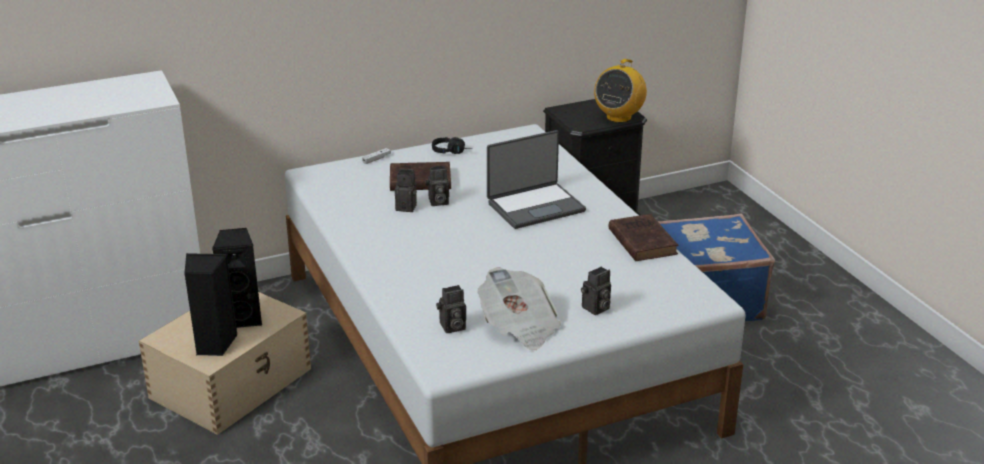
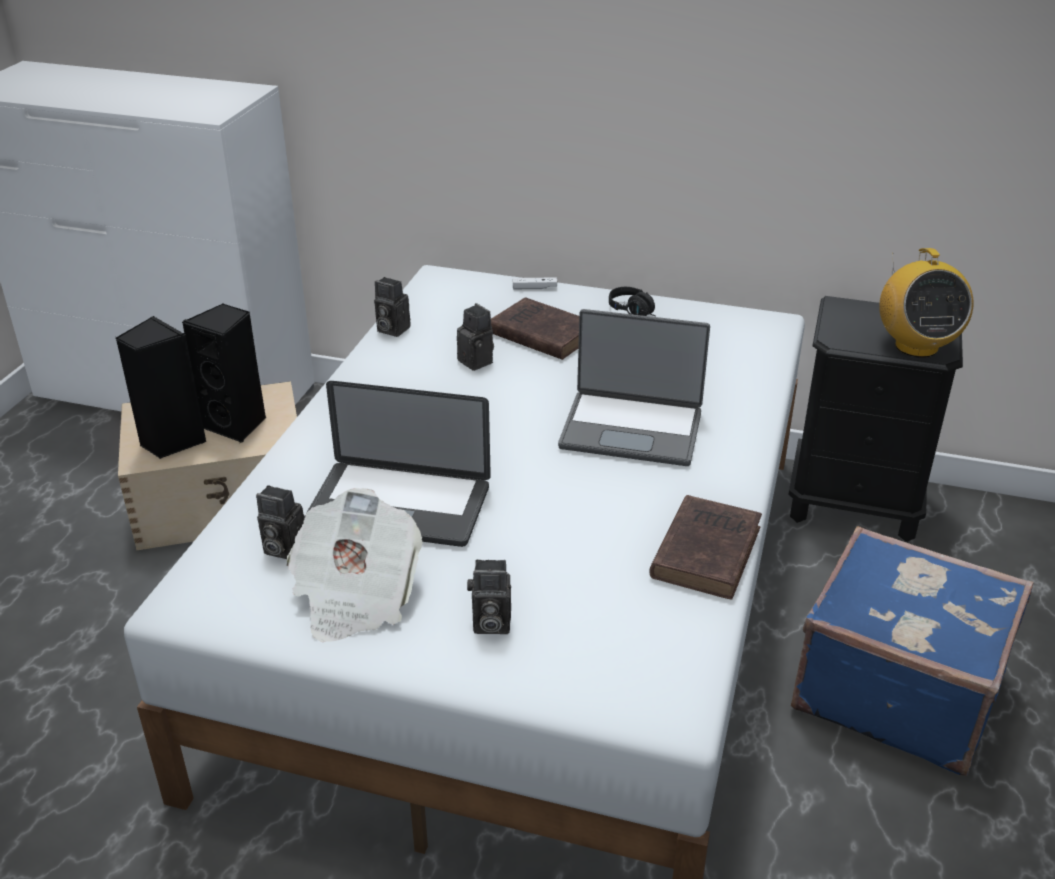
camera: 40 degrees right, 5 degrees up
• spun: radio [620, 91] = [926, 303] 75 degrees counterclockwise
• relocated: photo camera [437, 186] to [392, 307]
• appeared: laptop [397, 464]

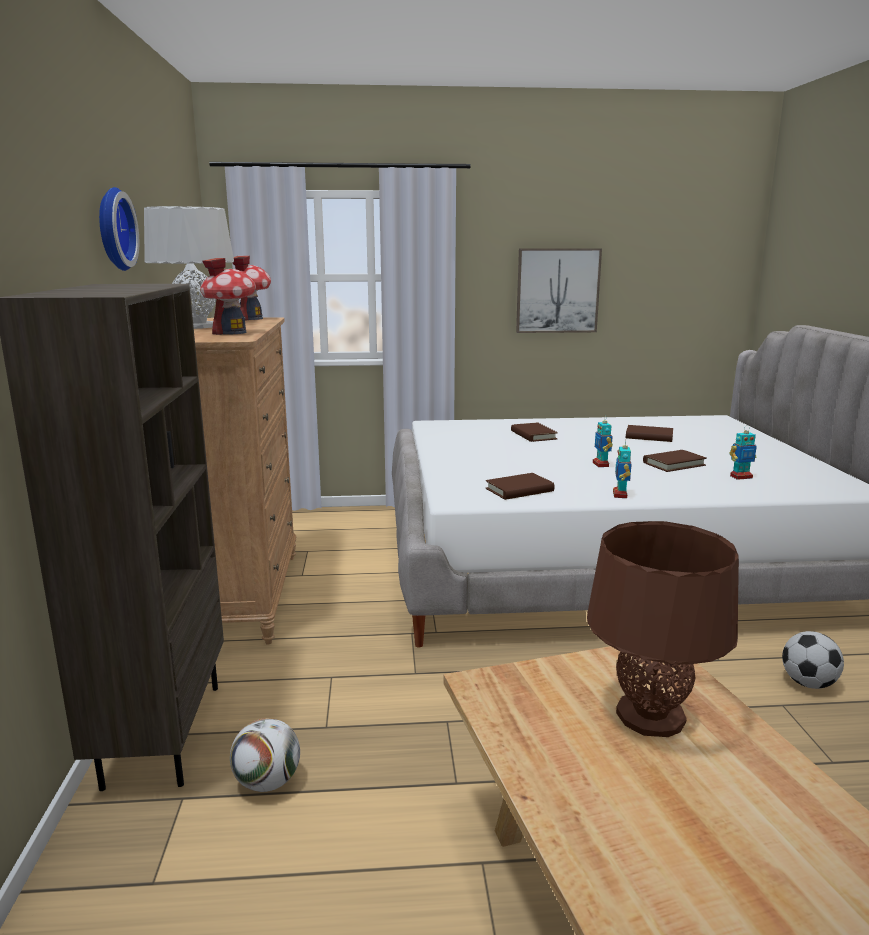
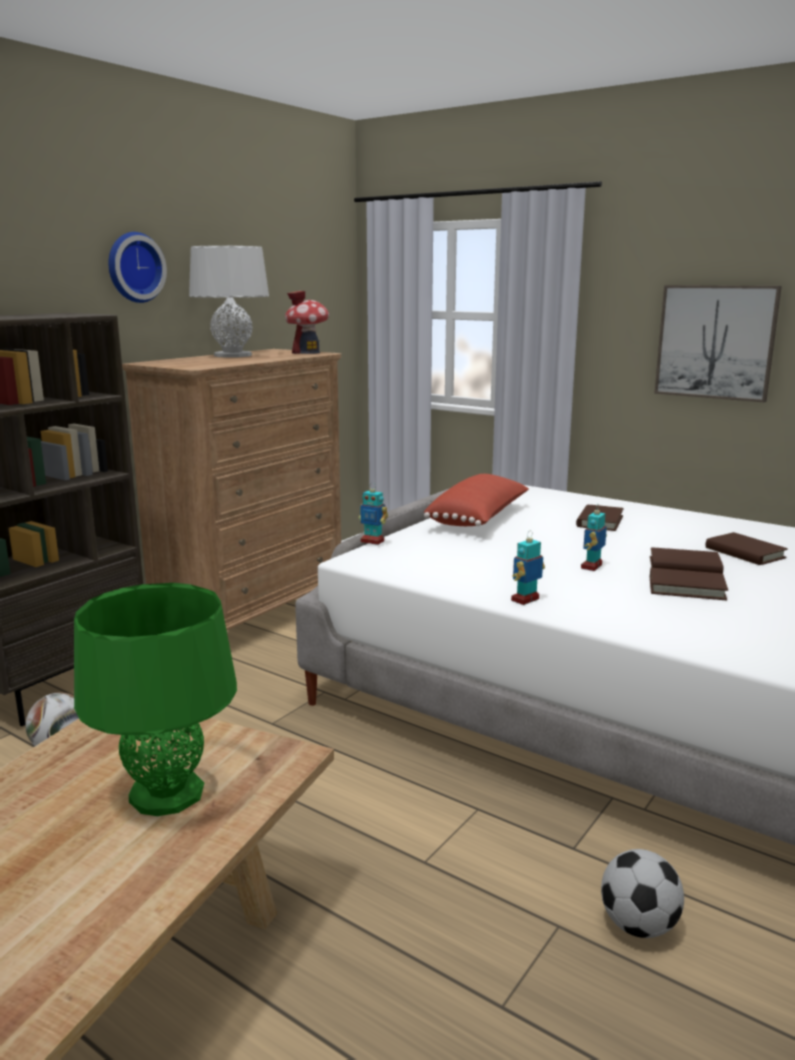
camera: 40 degrees right, 0 degrees up
• missing: toy house [228, 296]
• relocated: toy robot [743, 452] to [373, 515]
• relocated: book/brown [520, 486] to [687, 560]
• colour: table lamp/brown [663, 629] to table lamp/green [155, 699]
• appeared: pillow/red [476, 500]

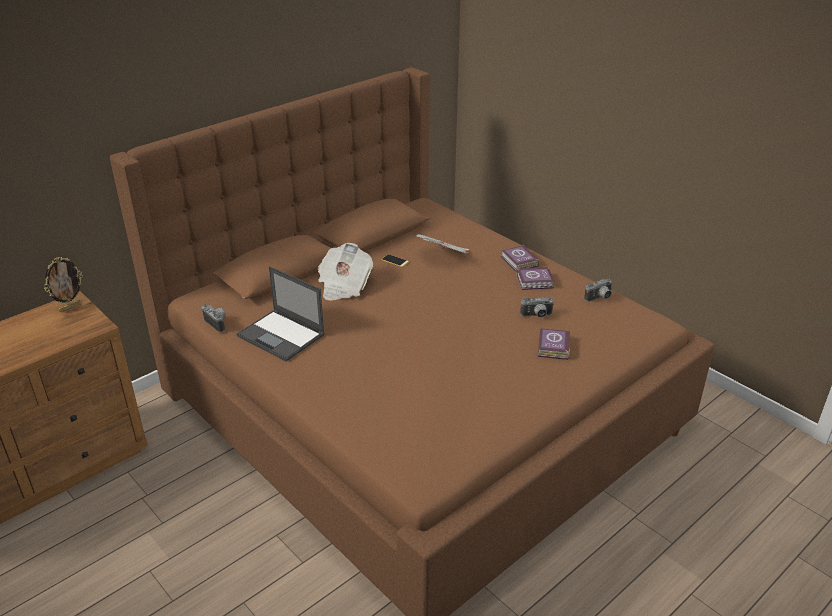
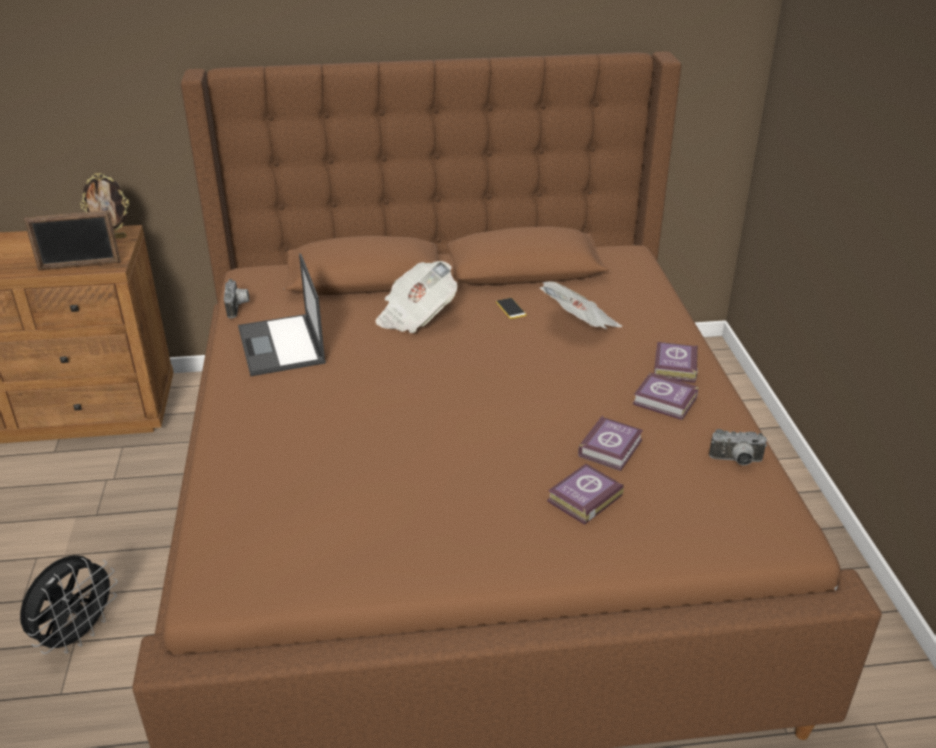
camera: 35 degrees right, 0 degrees up
• exchanged: photo camera [537, 307] to book [610, 443]
• appeared: picture frame [72, 240]
• appeared: fan/black [69, 604]

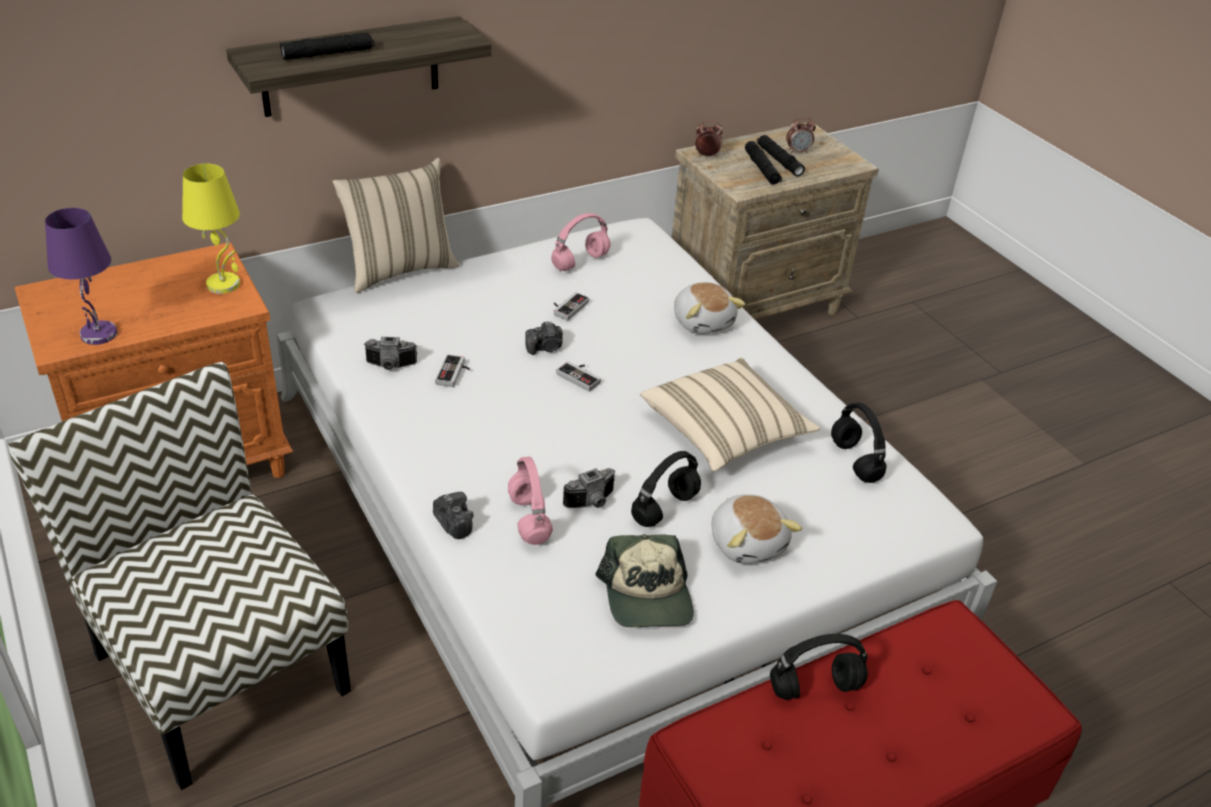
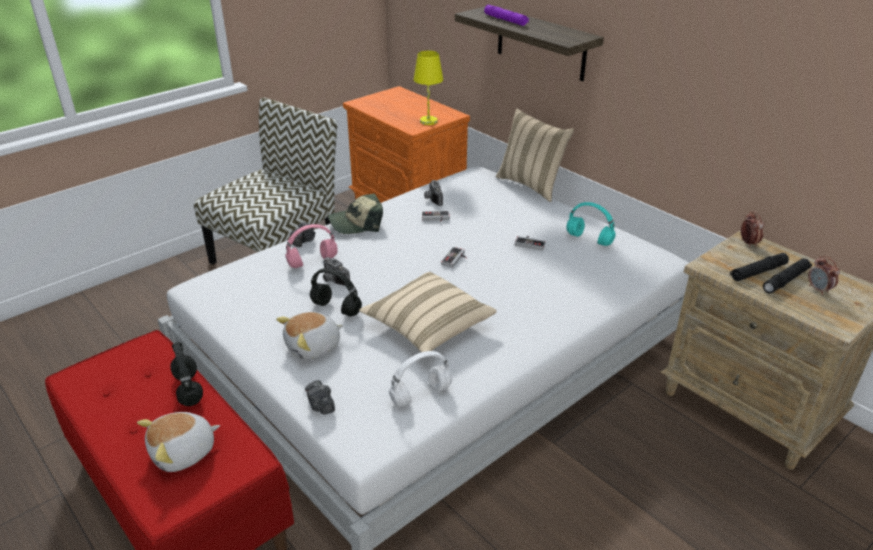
camera: 80 degrees right, 5 degrees down
• colour: flashlight/black [327, 46] to flashlight/purple [506, 15]
• missing: table lamp/purple [81, 276]
• colour: headphones/pink [580, 242] to headphones/turquoise [591, 224]
• relocated: plush toy [709, 308] to [178, 442]
• relocated: photo camera [544, 338] to [320, 397]
• colour: headphones/black [859, 443] to headphones/white [420, 379]
• relocated: cap [644, 580] to [355, 214]

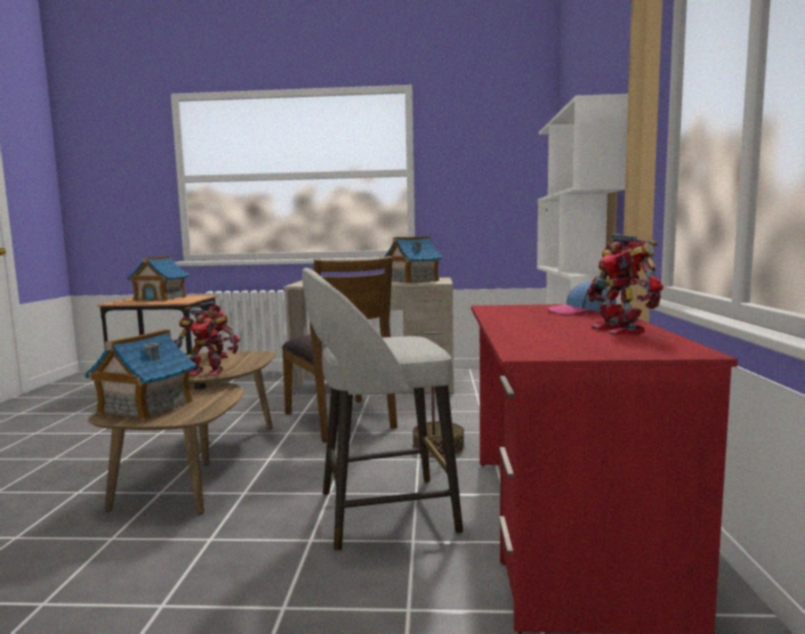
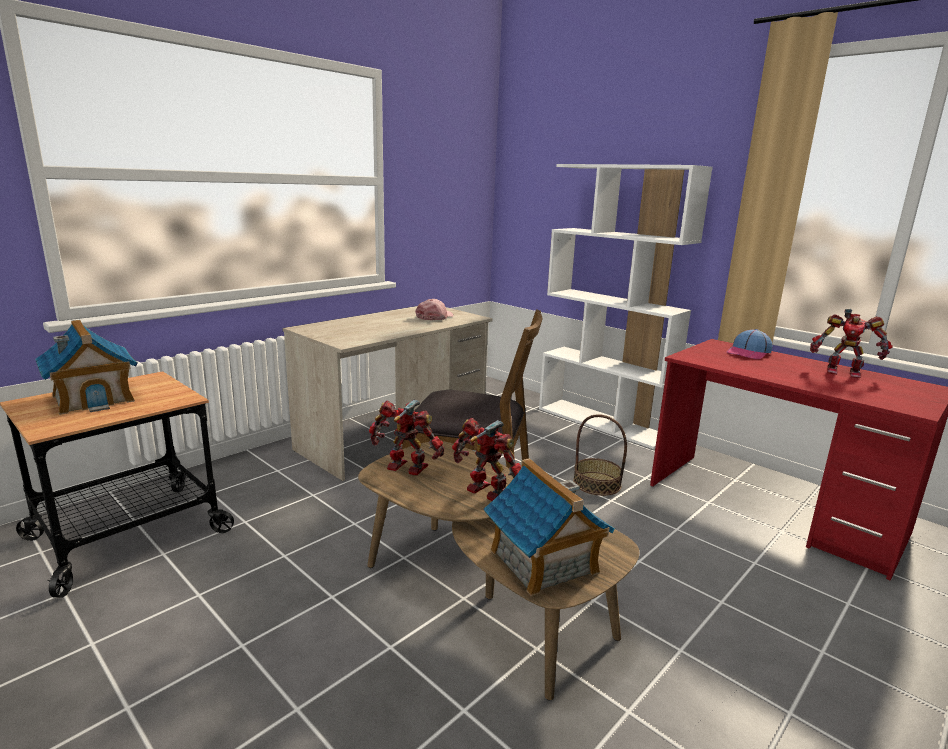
camera: 50 degrees left, 10 degrees up
• exchanged: toy house [413, 259] to cap/pink [434, 309]
• missing: stool/grey [382, 409]
• spun: toy robot [207, 342] = [486, 459] 90 degrees counterclockwise

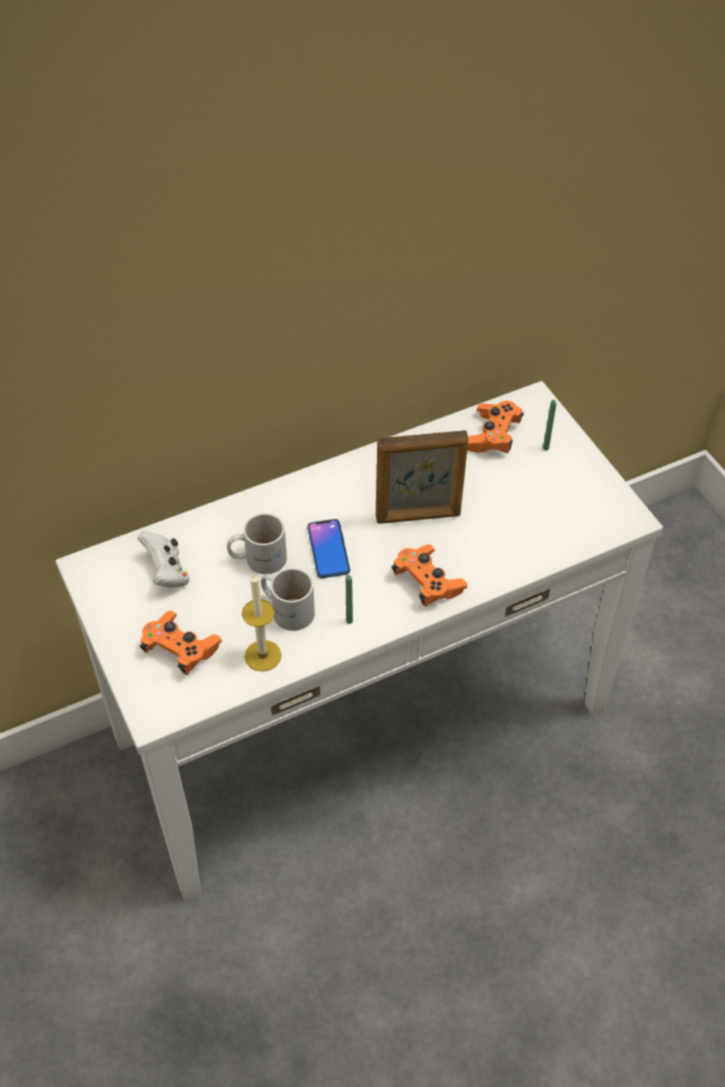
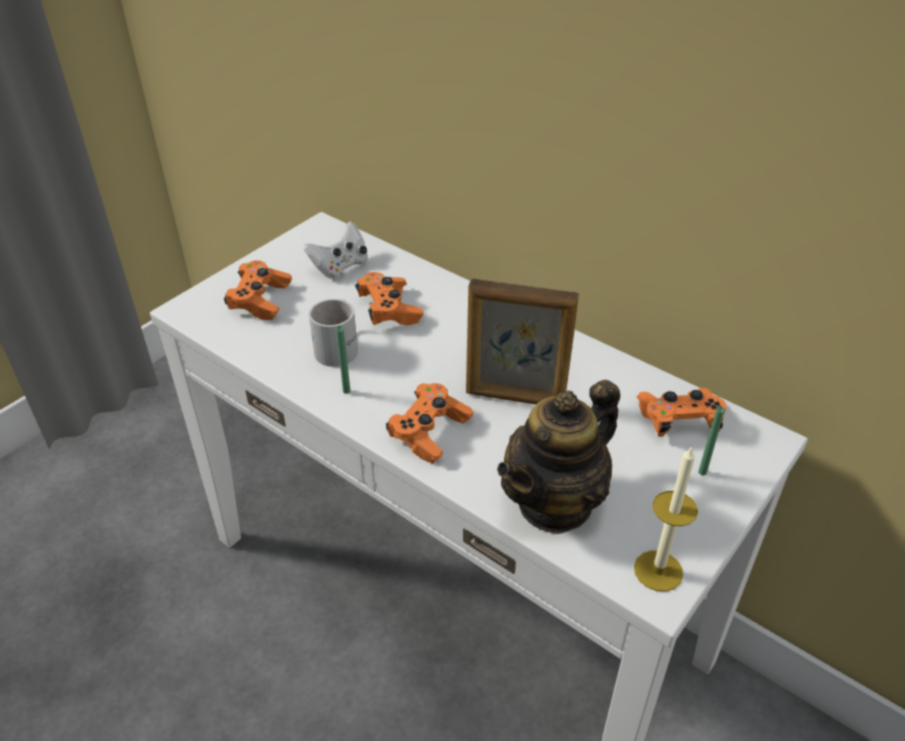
camera: 65 degrees right, 10 degrees down
• spun: picture frame [422, 477] = [522, 341] 45 degrees counterclockwise
• exchanged: mug/white [257, 543] to game controller/orange [389, 298]
• missing: phone [328, 548]
• relocated: candle [262, 622] to [666, 519]
• appeared: teapot [558, 457]

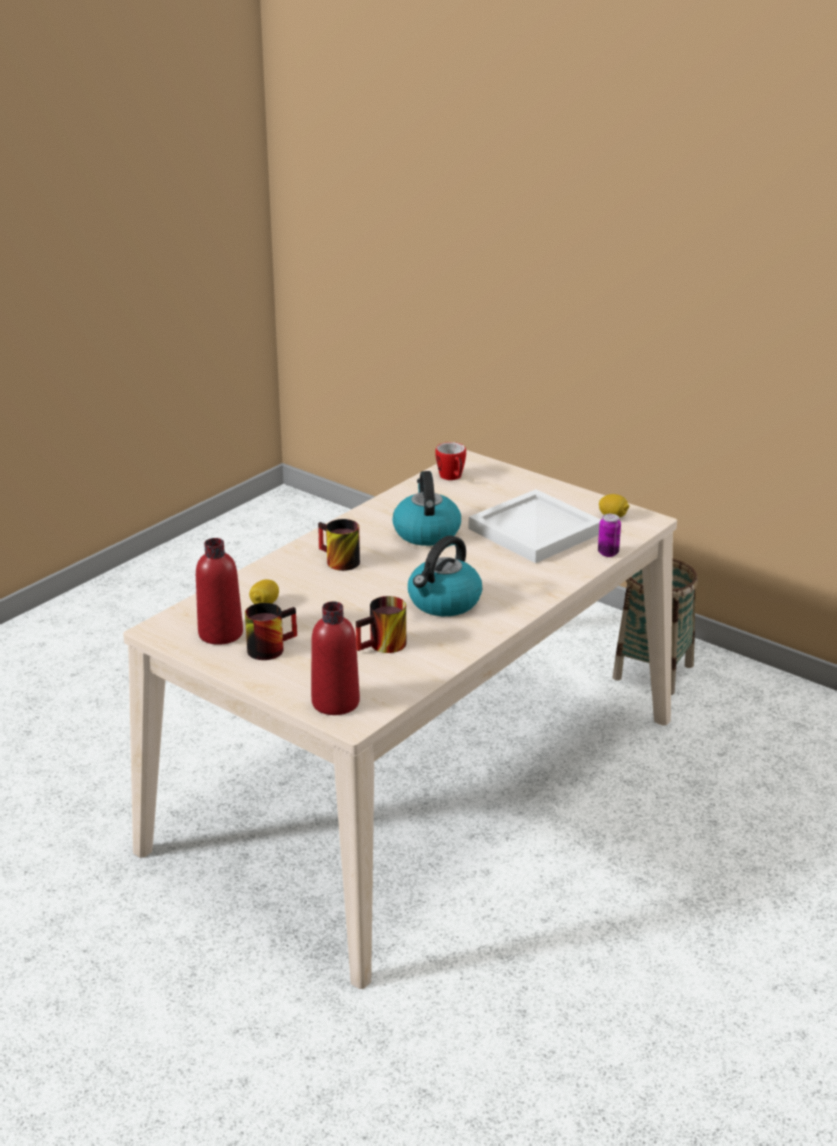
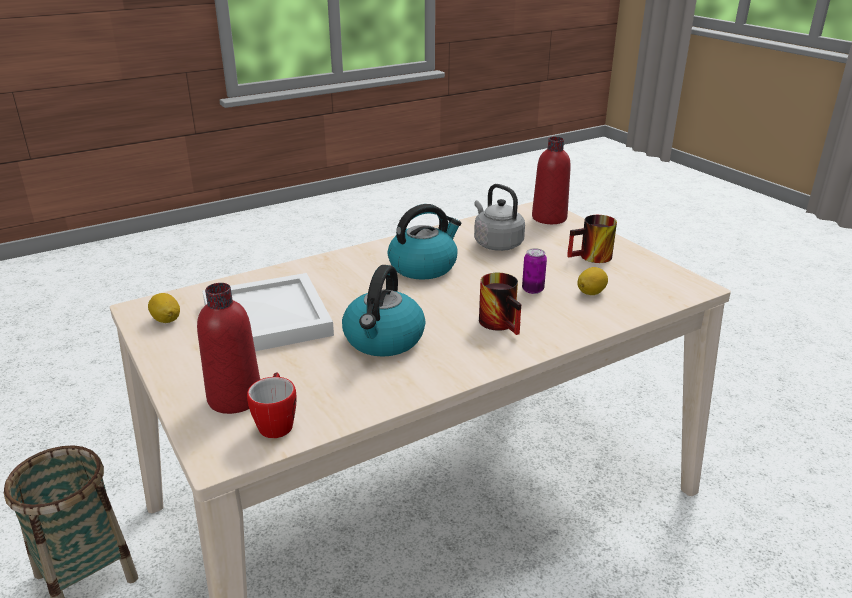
camera: 160 degrees left, 0 degrees up
• relocated: can [609, 535] to [534, 271]
• relocated: bottle/red [219, 591] to [228, 348]
• exchanged: mug [381, 624] to kettle/grey [499, 217]

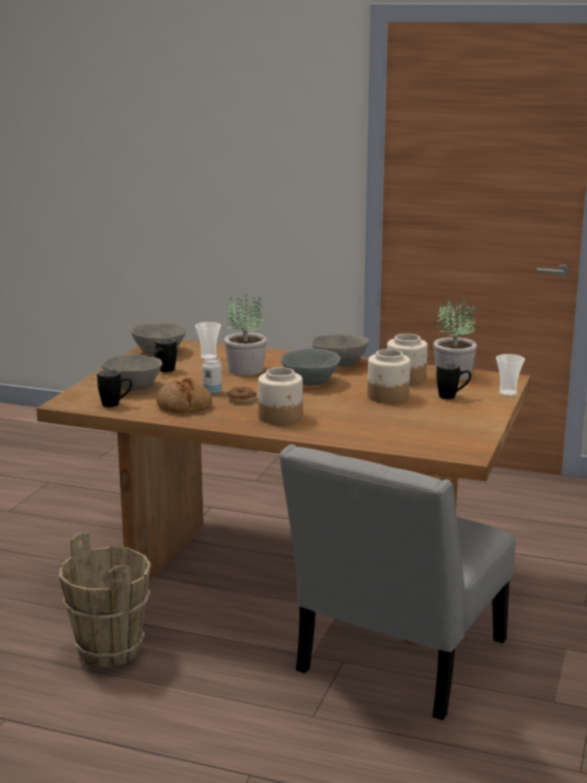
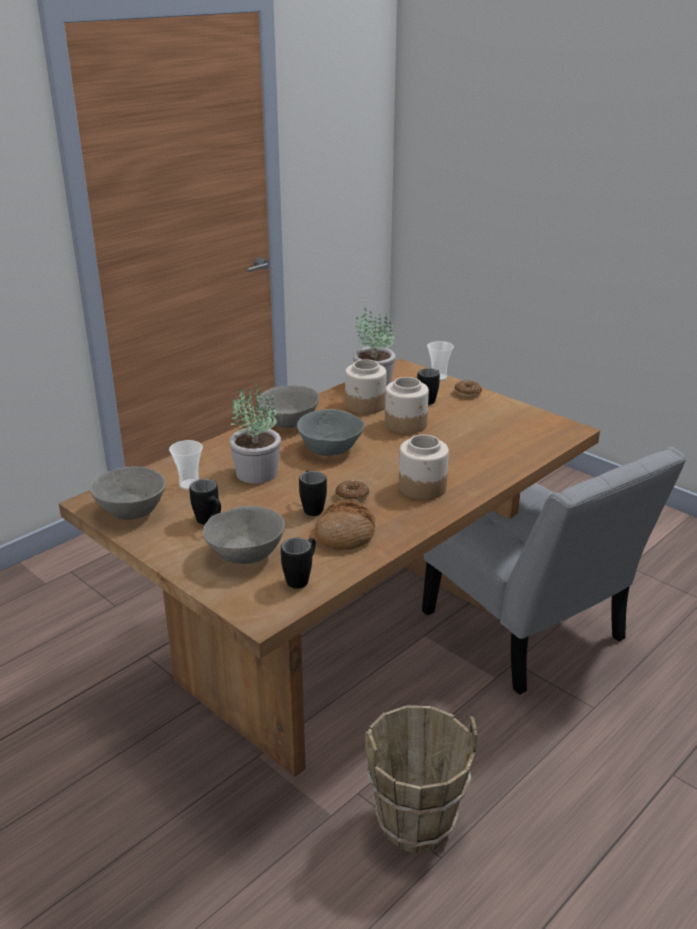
camera: 65 degrees left, 10 degrees up
• exchanged: can [212, 376] to mug/black [313, 493]
• appeared: donut [468, 388]

